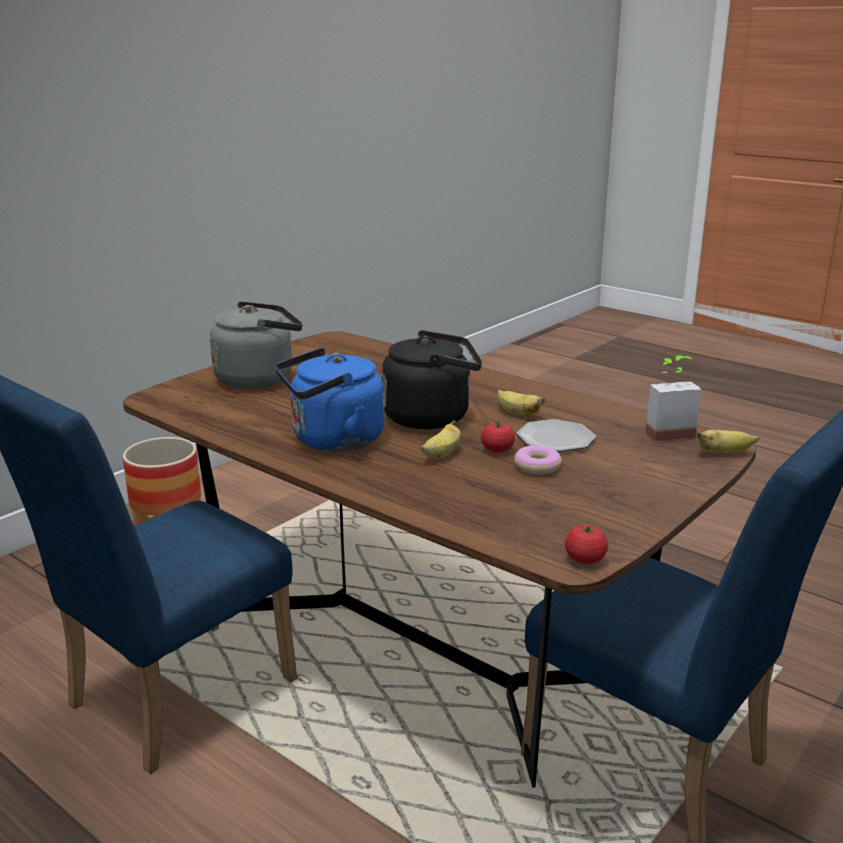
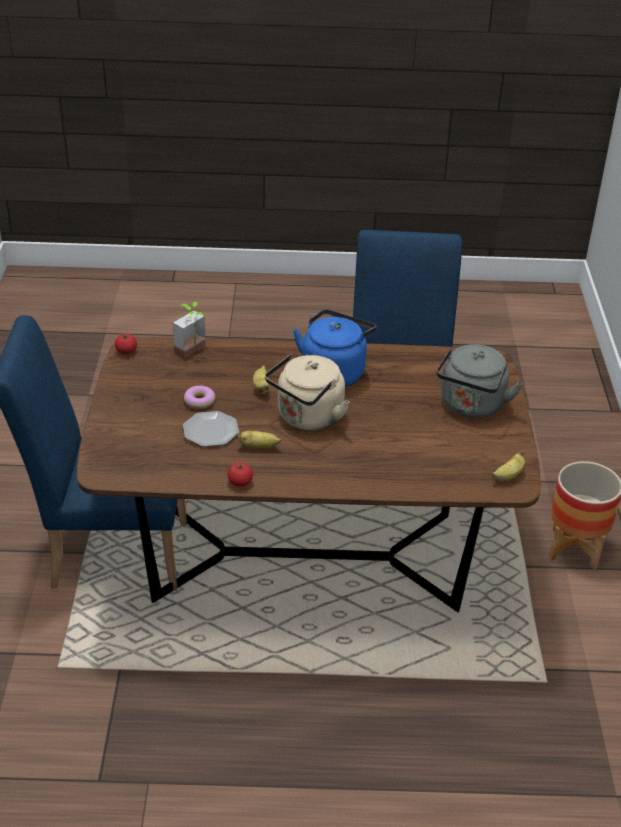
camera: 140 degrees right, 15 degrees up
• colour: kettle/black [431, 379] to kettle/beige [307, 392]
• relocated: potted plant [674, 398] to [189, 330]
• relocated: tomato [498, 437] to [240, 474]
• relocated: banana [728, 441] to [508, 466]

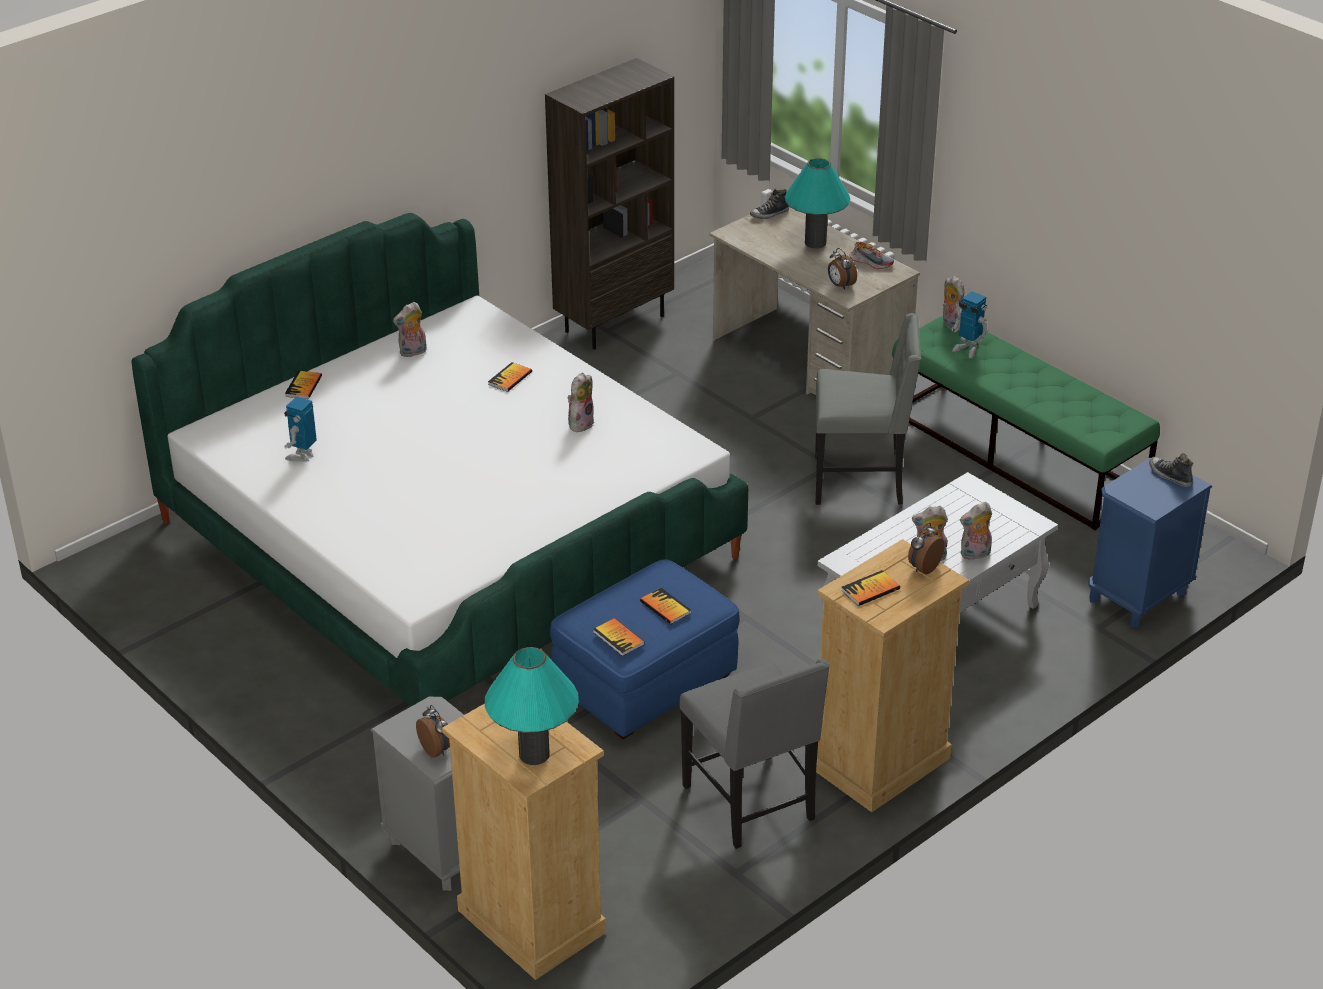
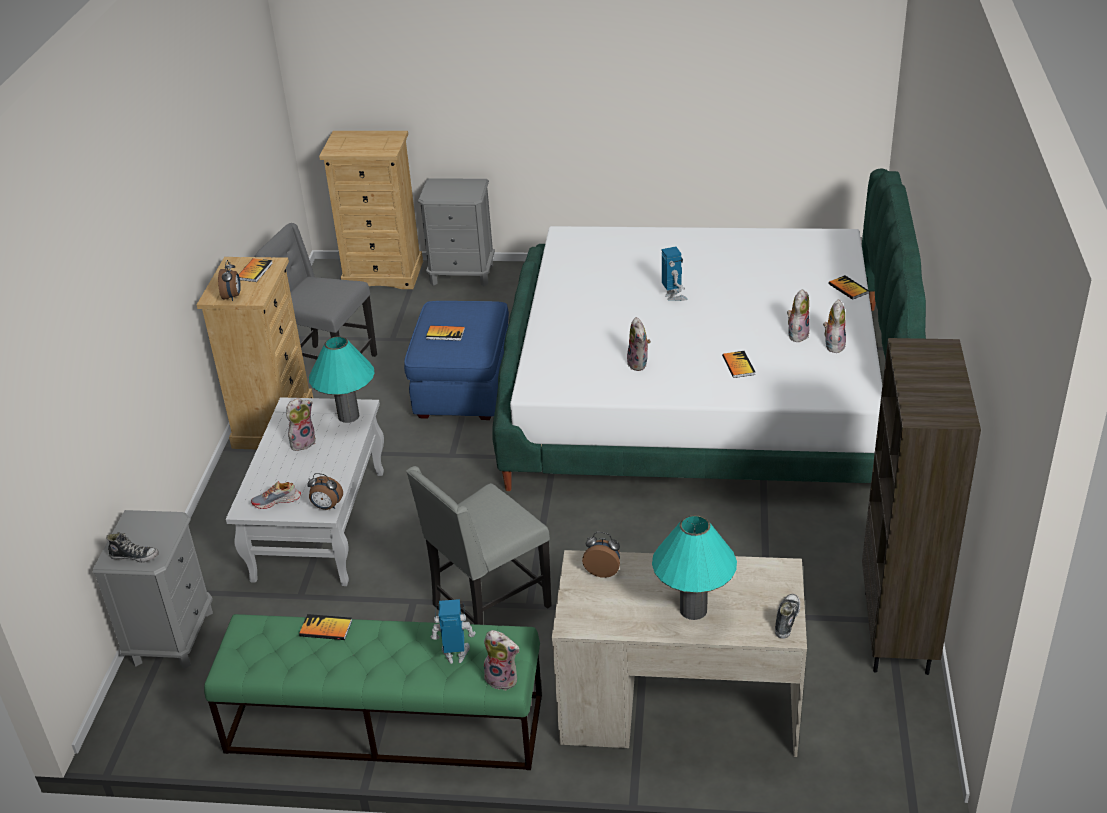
camera: 140 degrees right, 0 degrees up
• relocated: shoe [871, 255] to [276, 495]
• relocated: toy robot [300, 428] to [675, 274]
• colour: nightstand/blue [1150, 542] to nightstand/grey [153, 589]
• relocated: plush toy [976, 531] to [798, 315]
• relocated: book [619, 637] to [325, 627]
• relocated: table lamp/turquoise [532, 706] to [342, 379]
• relocated: alarm clock [433, 731] to [325, 491]

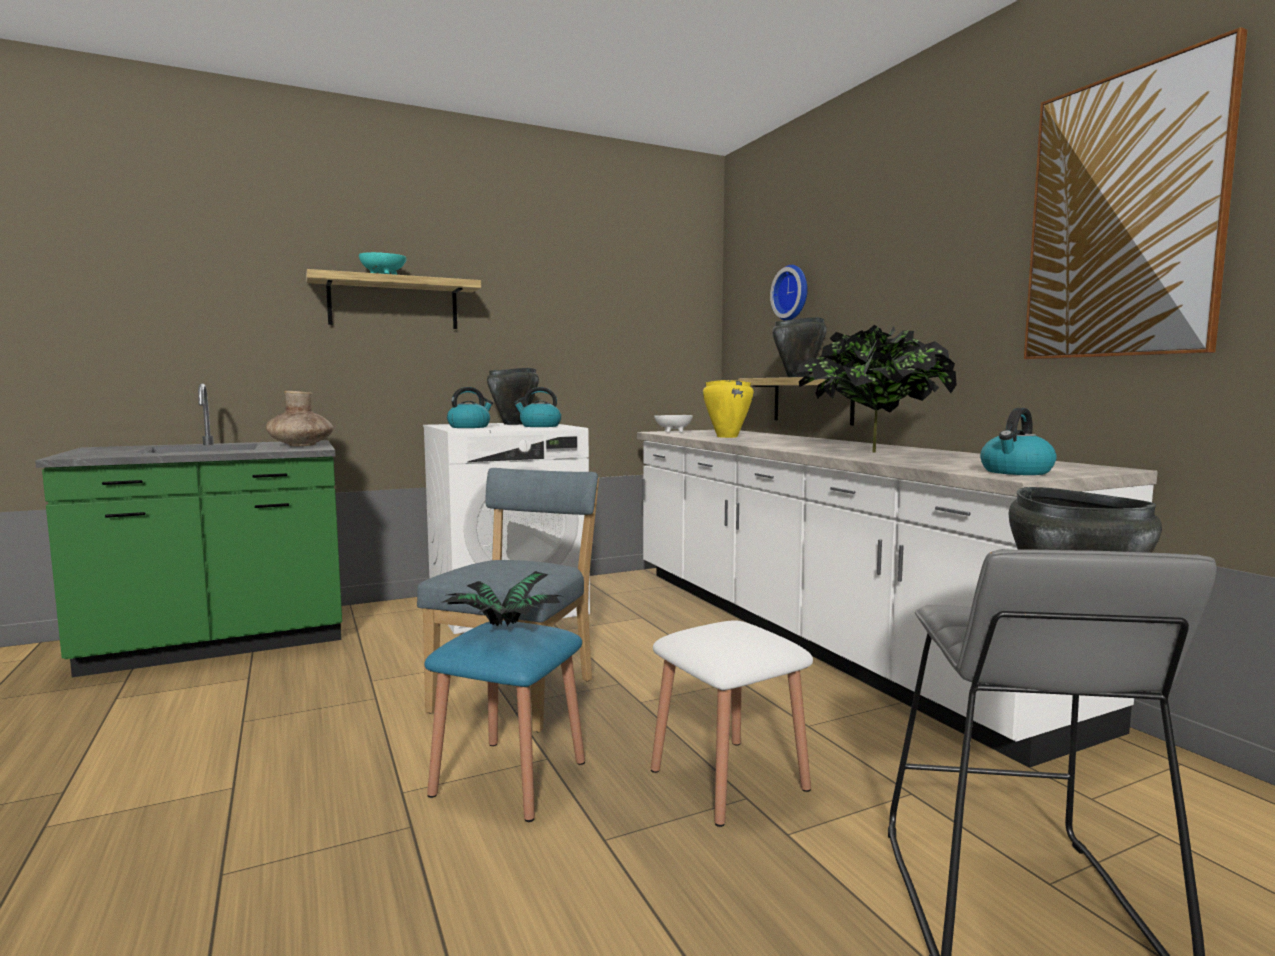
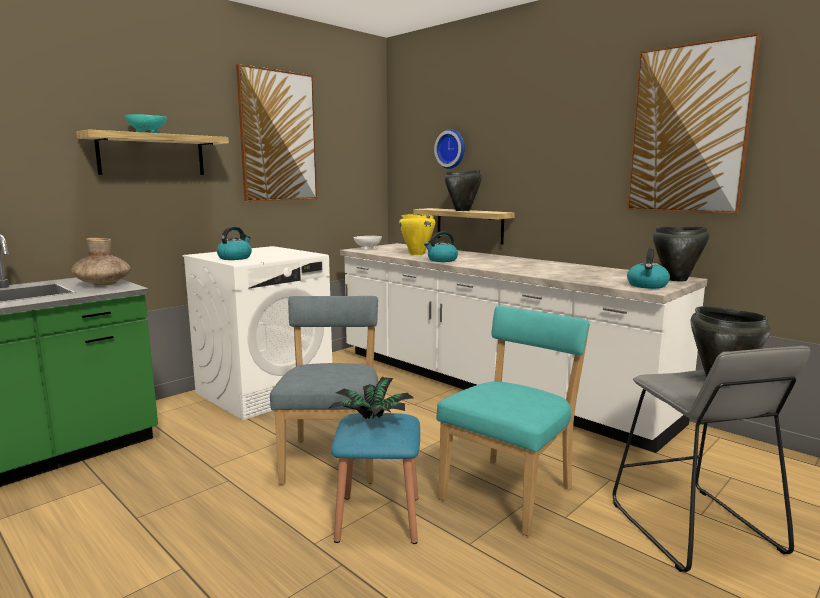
camera: 20 degrees left, 5 degrees up
• missing: potted plant [876, 389]
• relocated: cooking pot/black [513, 396] to [681, 254]
• relocated: kettle [537, 407] to [441, 246]
• exchanged: stool/white [732, 723] to chair/turquoise [513, 421]
• appeared: picture [276, 133]

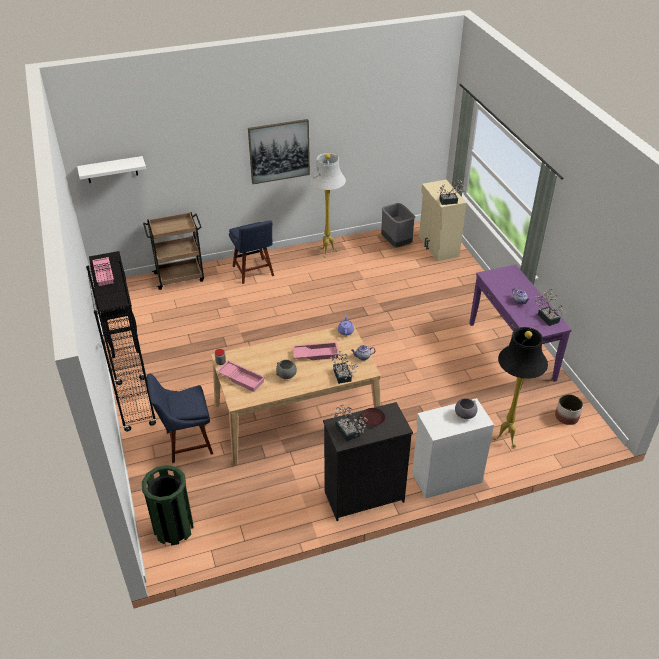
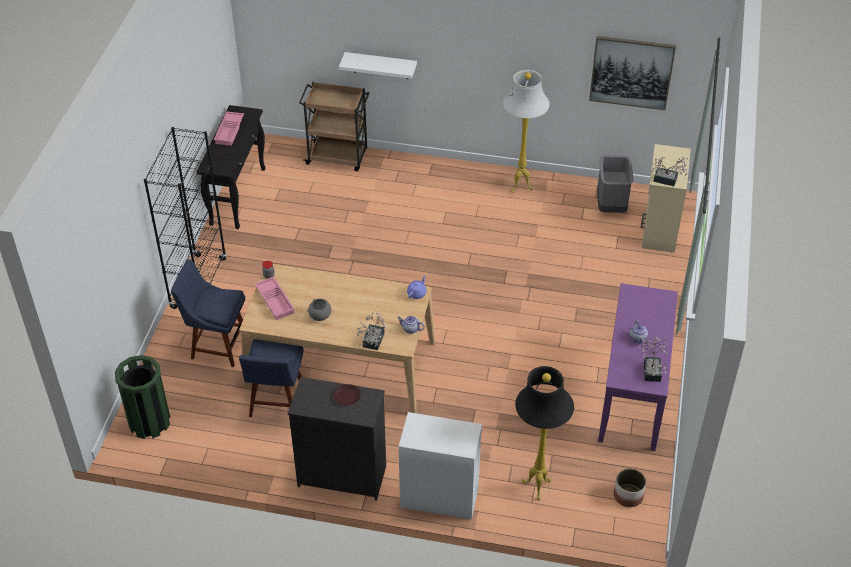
camera: 30 degrees right, 5 degrees up
• relocated: picture [279, 151] to [632, 73]
• relocated: shelf/white [111, 169] to [378, 65]
• relocated: chair/blue [251, 252] to [271, 378]
• missing: tray/pink [316, 351]
• missing: bowl/grey [466, 408]
• missing: potted plant [349, 423]

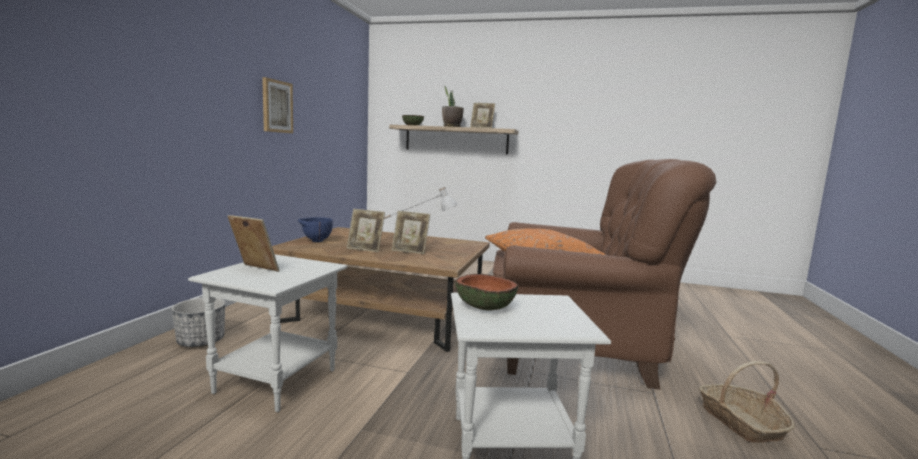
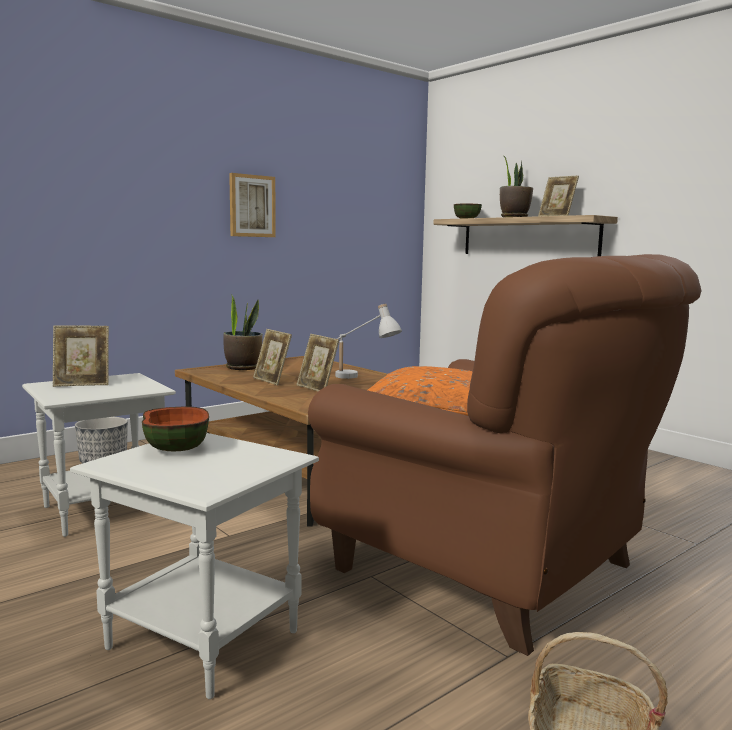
camera: 35 degrees right, 0 degrees up
• spun: picture frame [254, 243] = [81, 356] 105 degrees clockwise
• exchanged: bowl/blue [315, 229] to potted plant [243, 332]

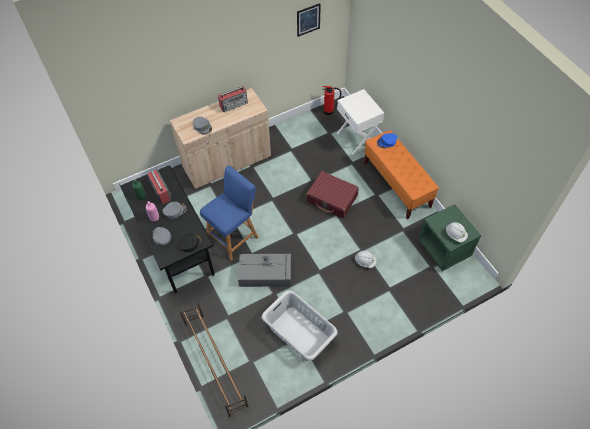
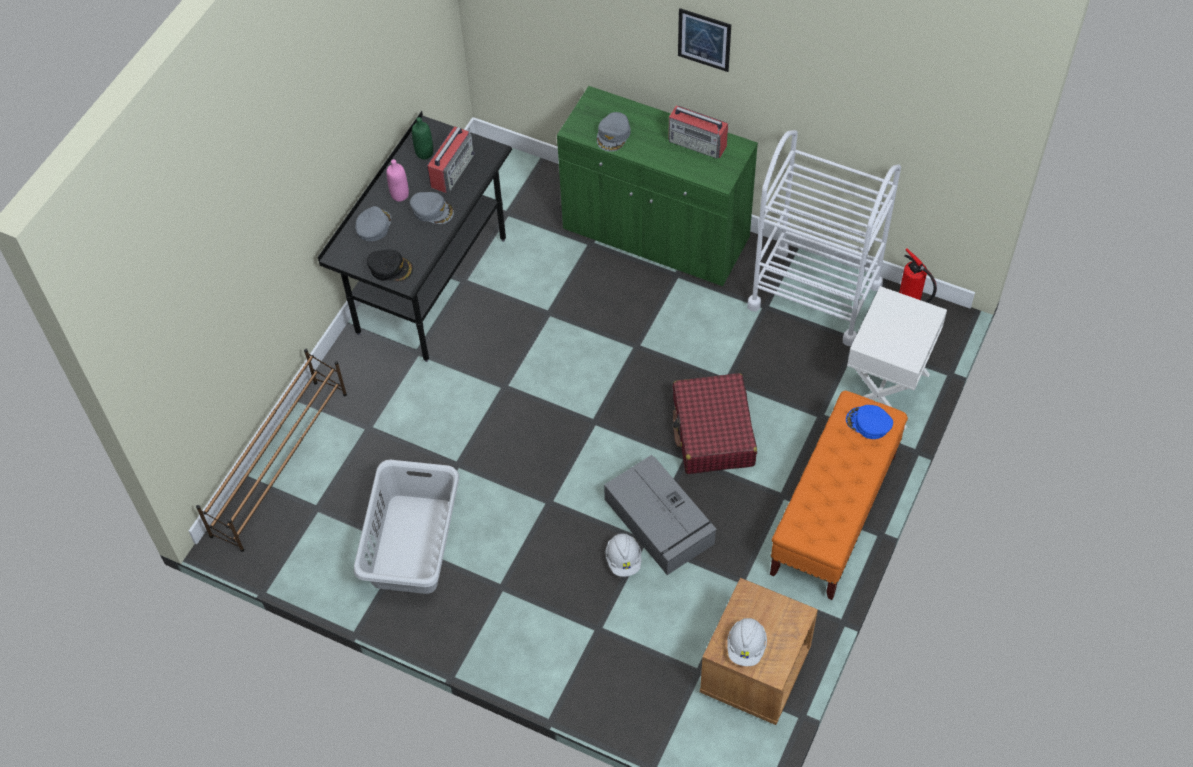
camera: 55 degrees right, 0 degrees up
• relocated: picture [309, 20] to [704, 40]
• colour: cabinet/beige [220, 138] to cabinet/green [657, 186]
• missing: stool/blue [229, 213]
• colour: nightstand/green [449, 237] to nightstand/brown [759, 651]
• relocated: storage box/grey [264, 270] to [660, 515]
• appeared: cart/white [824, 238]

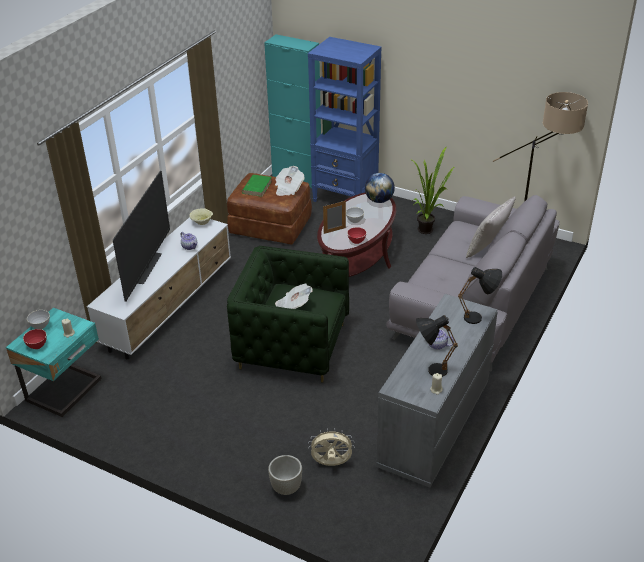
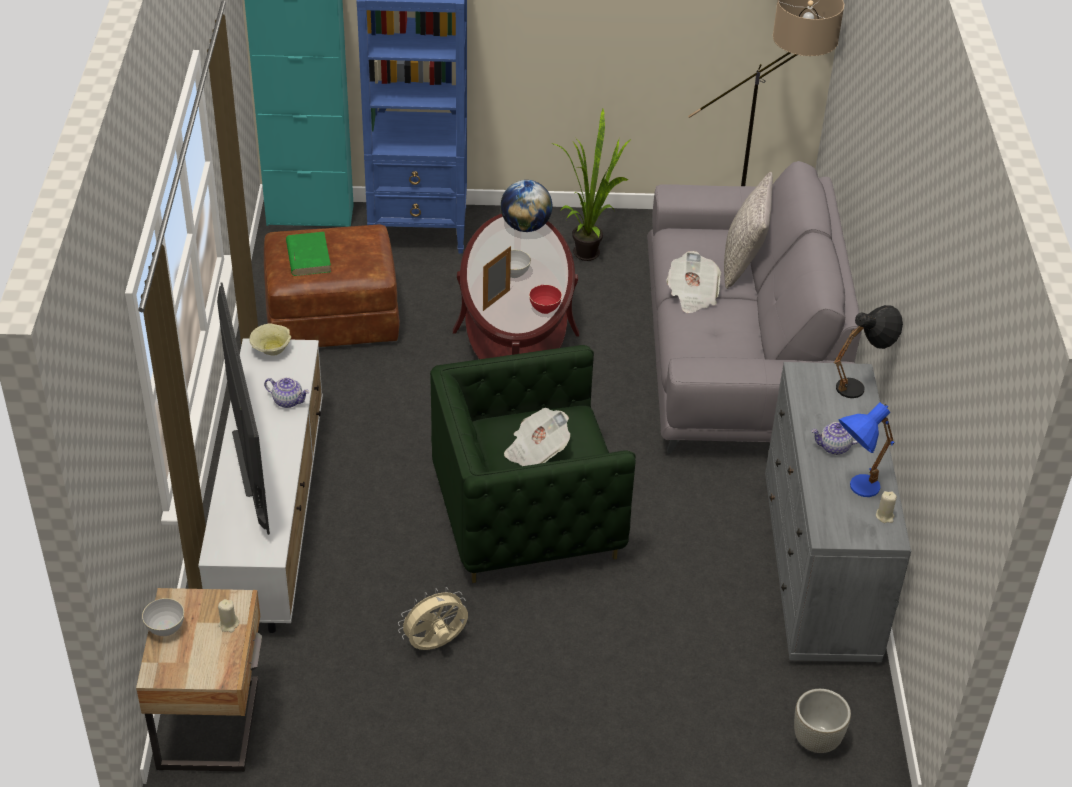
camera: 30 degrees left, 5 degrees up
• relocated: newspaper [290, 181] to [693, 282]
• colour: nightstand/turquoise [54, 362] to nightstand/beige [199, 680]
• colour: table lamp/black [437, 346] to table lamp/blue [866, 450]
• missing: bowl/red [35, 339]
• relocated: fan/beige [331, 447] to [433, 618]
• relocated: planter/grey [285, 475] to [822, 721]

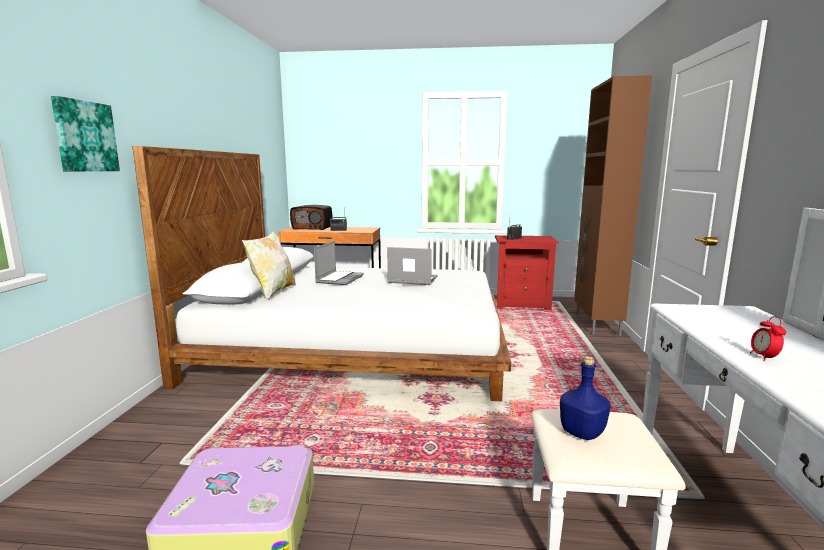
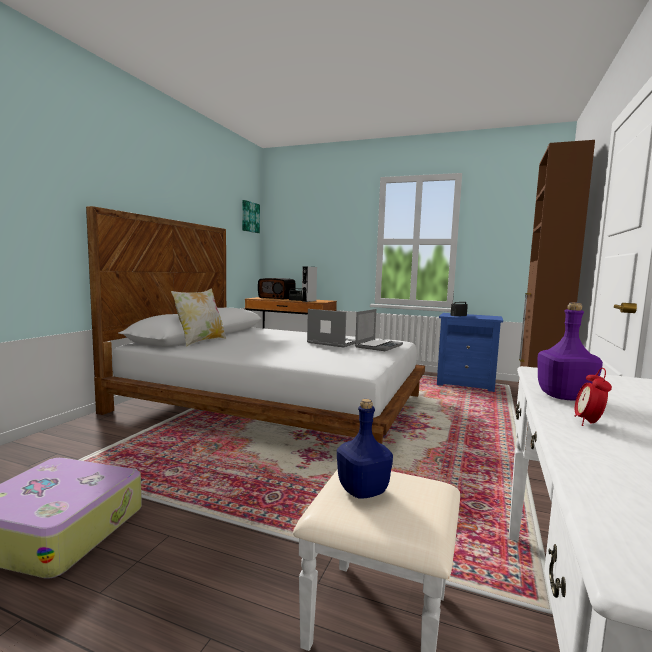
camera: 15 degrees right, 5 degrees down
• relocated: picture [85, 133] to [251, 216]
• colour: nightstand/red [527, 272] to nightstand/blue [470, 352]
• relocated: laptop [339, 263] to [379, 330]
• appeared: speaker/grey [309, 284]
• appeared: bottle/purple [570, 351]

